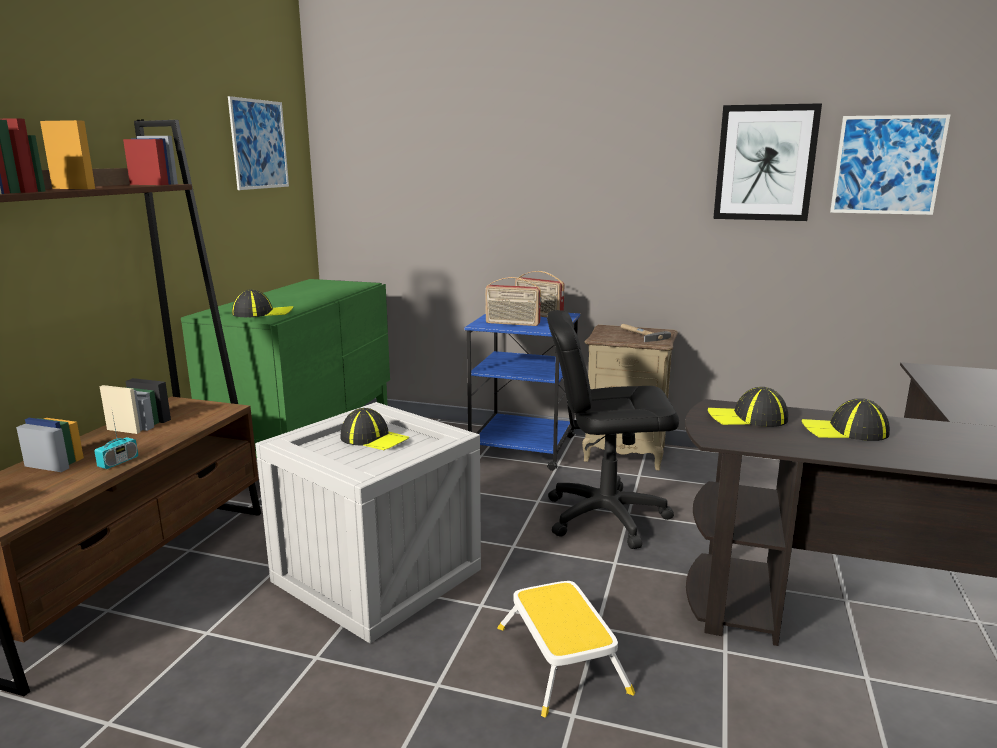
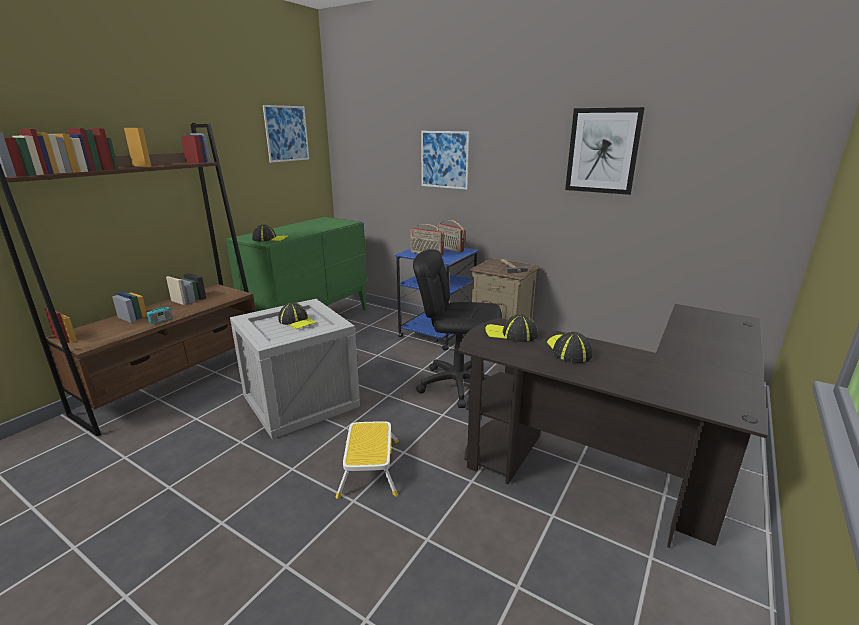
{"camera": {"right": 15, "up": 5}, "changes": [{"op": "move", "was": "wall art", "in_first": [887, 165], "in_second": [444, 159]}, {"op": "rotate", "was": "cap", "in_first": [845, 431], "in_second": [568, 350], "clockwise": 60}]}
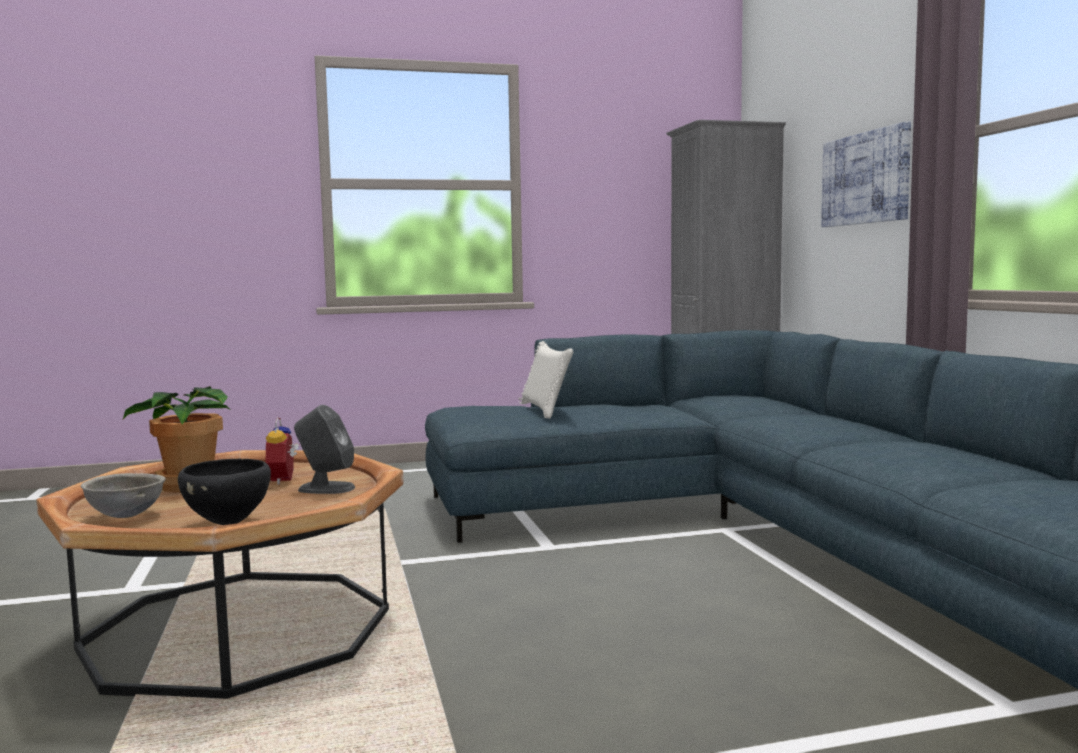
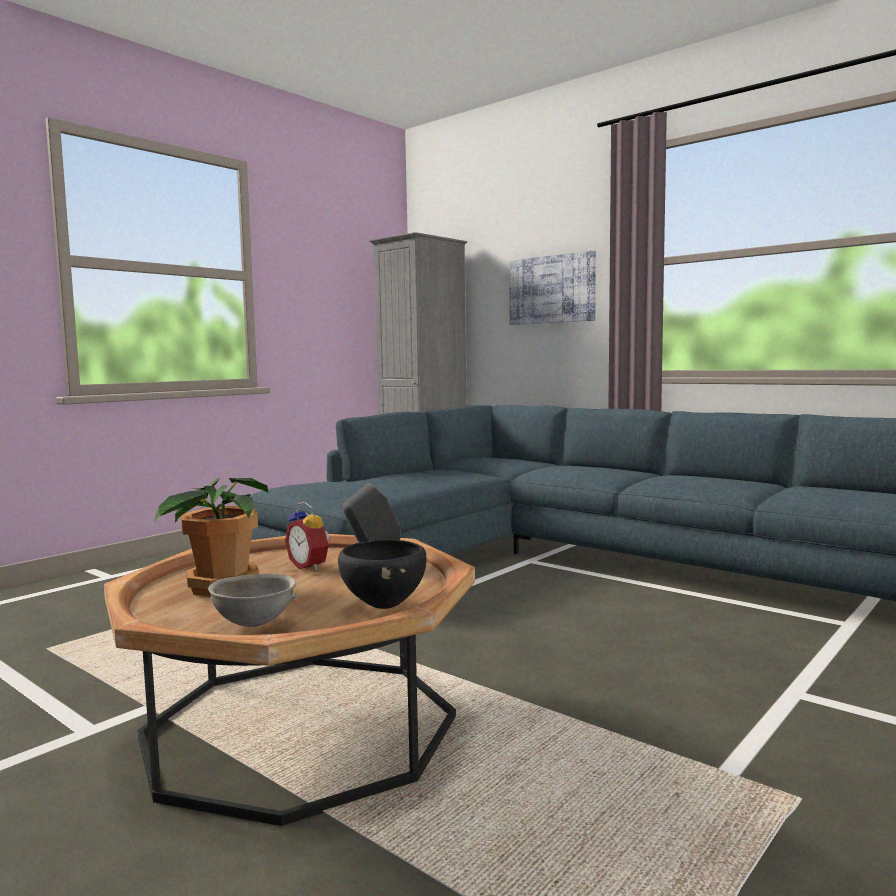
{"camera": {"right": -35, "up": 0}, "changes": [{"op": "delete", "was": "throw pillow in white", "in_first": [545, 410]}]}
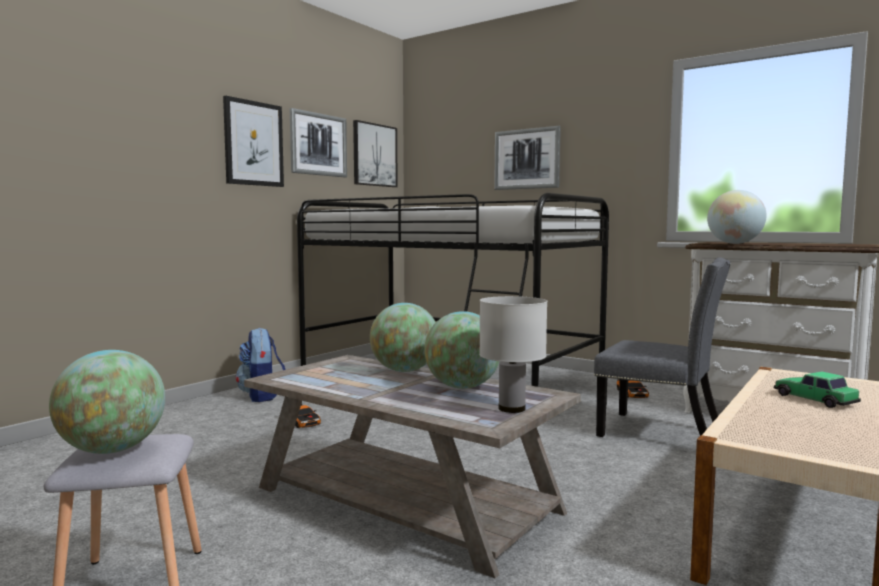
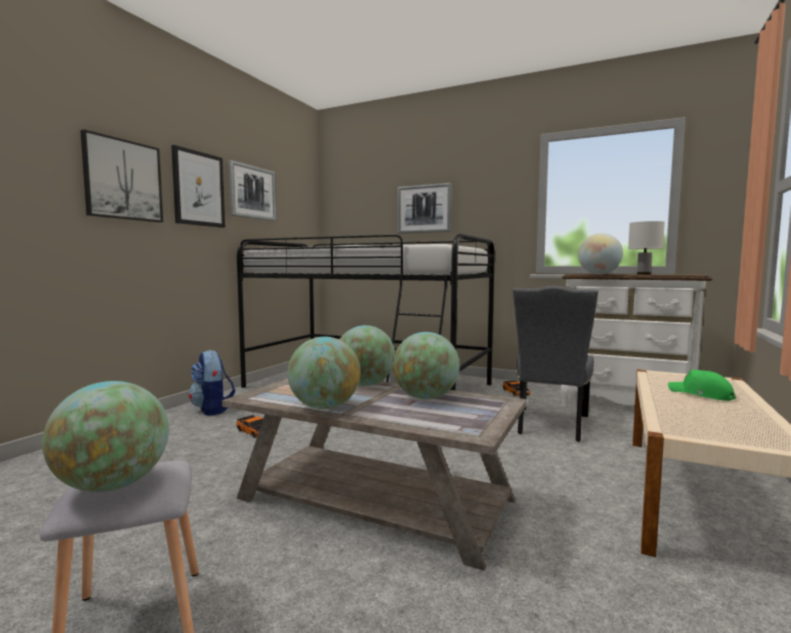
{"camera": {"right": -10, "up": 0}, "changes": [{"op": "move", "was": "wall art", "in_first": [374, 155], "in_second": [123, 180]}, {"op": "rotate", "was": "plain chair in grey", "in_first": [658, 432], "in_second": [550, 423], "clockwise": 90}, {"op": "move", "was": "lamp for a table in white", "in_first": [512, 409], "in_second": [644, 274]}, {"op": "replace", "was": "toy car", "now": "cap in green-coloured", "in_first": [814, 399], "in_second": [700, 394]}, {"op": "insert", "now": "globe", "in_second": [325, 407]}]}
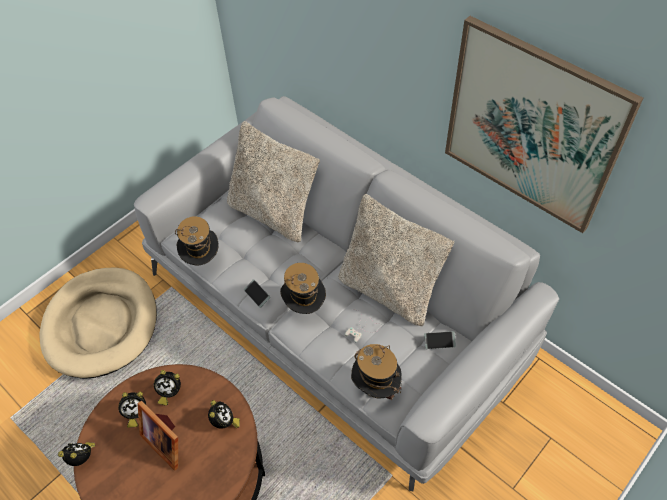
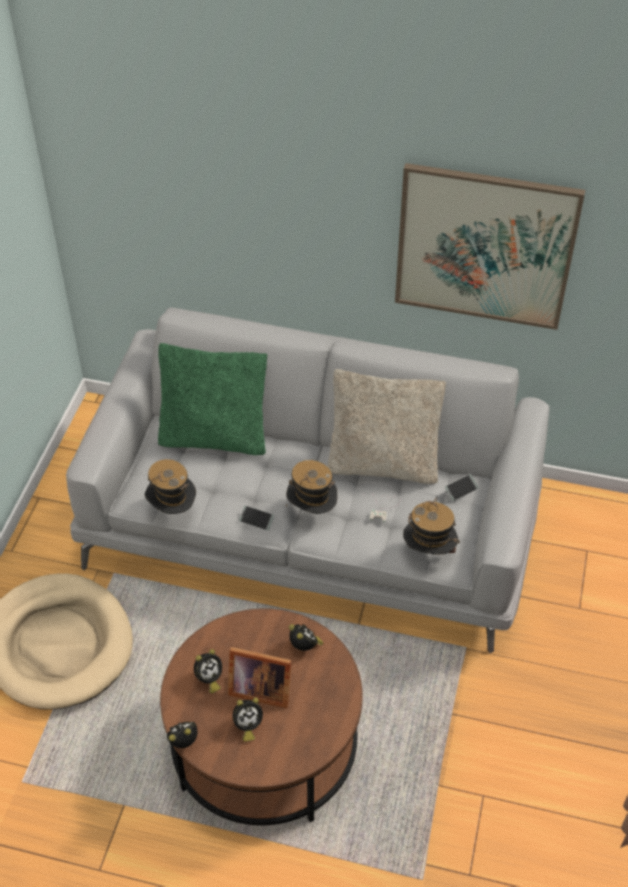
{"camera": {"right": -30, "up": -5}, "changes": [{"op": "recolor", "was": "throw pillow in beige-coloured", "now": "throw pillow in green-coloured", "in_first": [274, 210], "in_second": [215, 434]}, {"op": "move", "was": "bedside clock", "in_first": [169, 392], "in_second": [247, 726]}]}
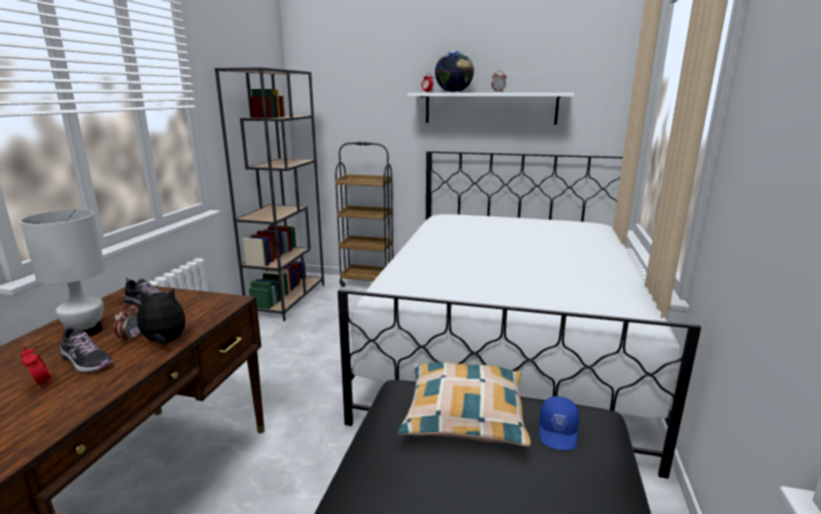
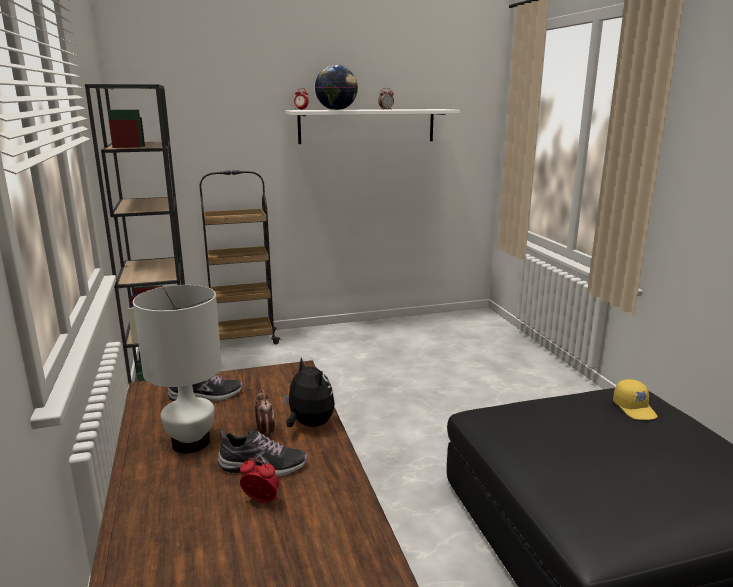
{"camera": {"right": -30, "up": 0}, "changes": [{"op": "delete", "was": "sleeping bed in white", "in_first": [506, 348]}, {"op": "rotate", "was": "cuddly toy", "in_first": [164, 342], "in_second": [309, 424], "clockwise": 90}, {"op": "delete", "was": "throw pillow", "in_first": [464, 414]}, {"op": "recolor", "was": "cap in blue-coloured", "now": "cap in yellow-coloured", "in_first": [558, 432], "in_second": [635, 408]}]}
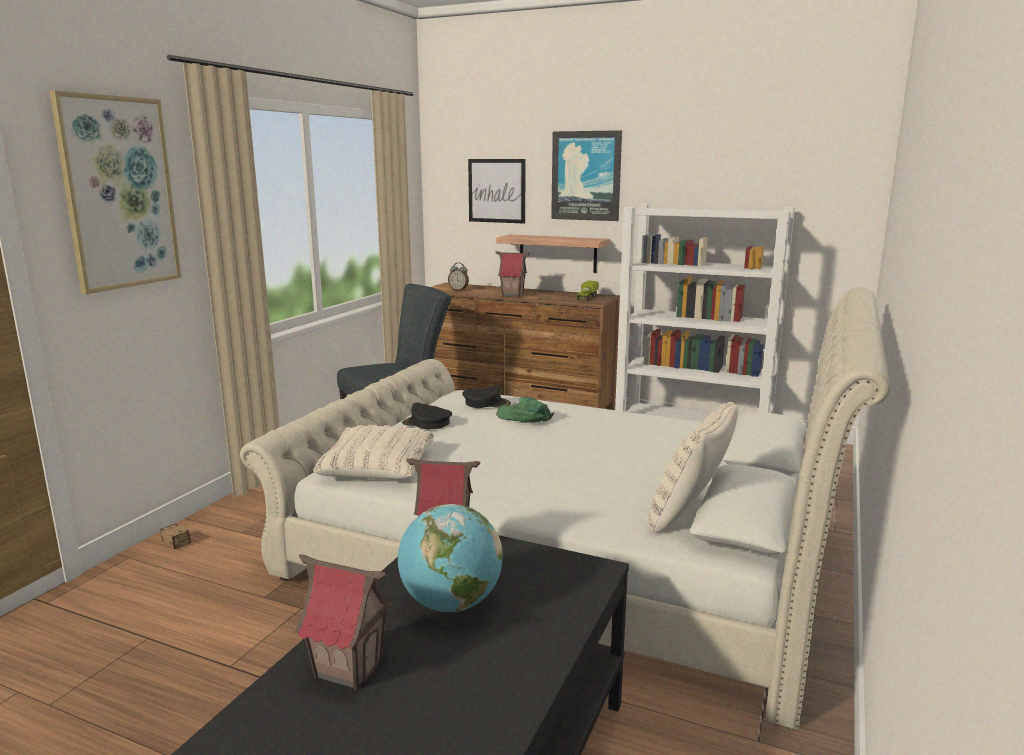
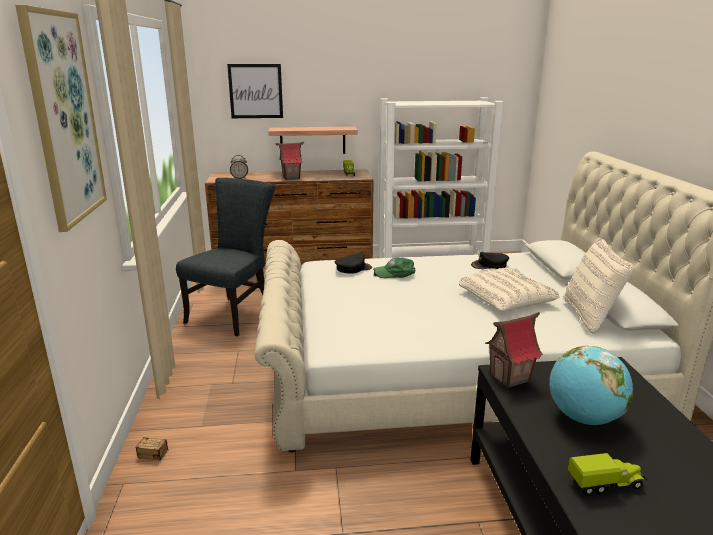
{"camera": {"right": -30, "up": 5}, "changes": [{"op": "delete", "was": "wall art", "in_first": [586, 176]}, {"op": "move", "was": "cap in black", "in_first": [427, 423], "in_second": [489, 265]}, {"op": "move", "was": "throw pillow in beige-coloured", "in_first": [377, 466], "in_second": [506, 299]}, {"op": "replace", "was": "toy house", "now": "toy truck", "in_first": [349, 668], "in_second": [606, 484]}]}
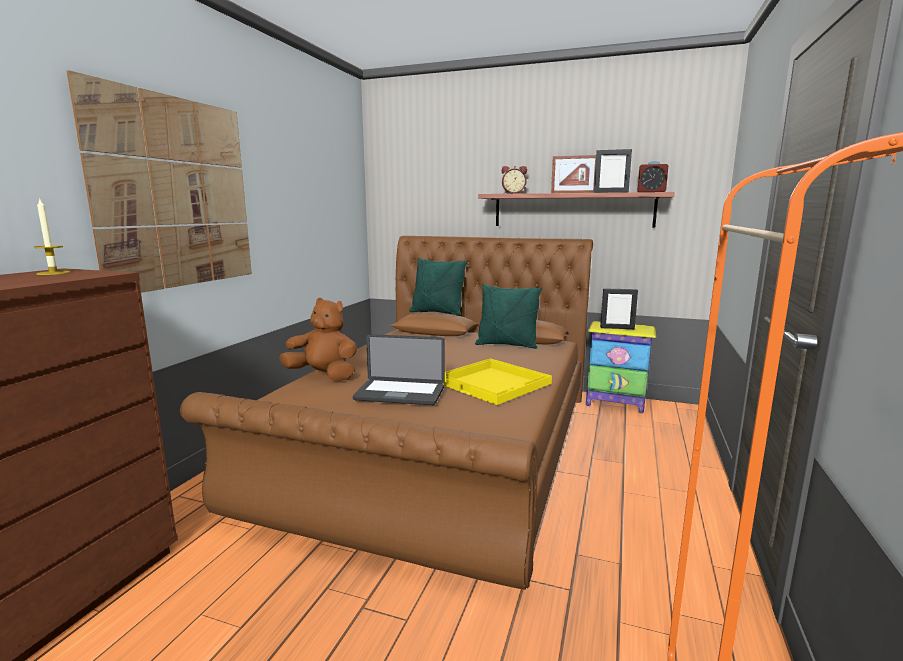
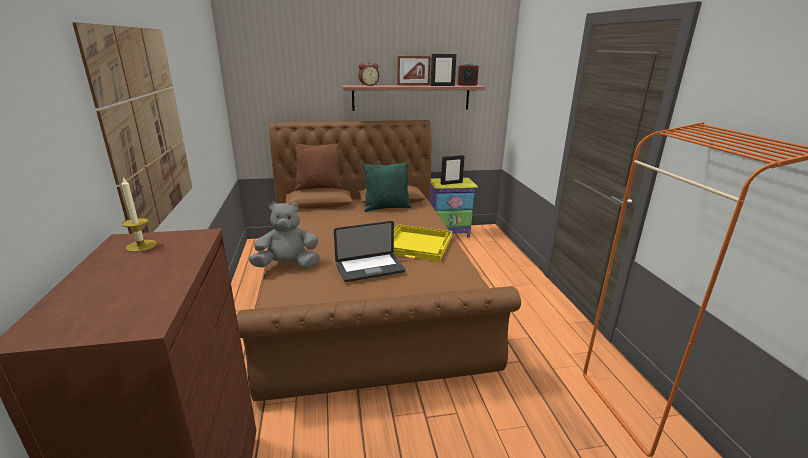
{"camera": {"right": -30, "up": 10}, "changes": [{"op": "recolor", "was": "throw pillow in green-coloured", "now": "throw pillow in brown", "in_first": [437, 312], "in_second": [319, 188]}, {"op": "recolor", "was": "cuddly toy in brown", "now": "cuddly toy in grey", "in_first": [323, 376], "in_second": [288, 266]}]}
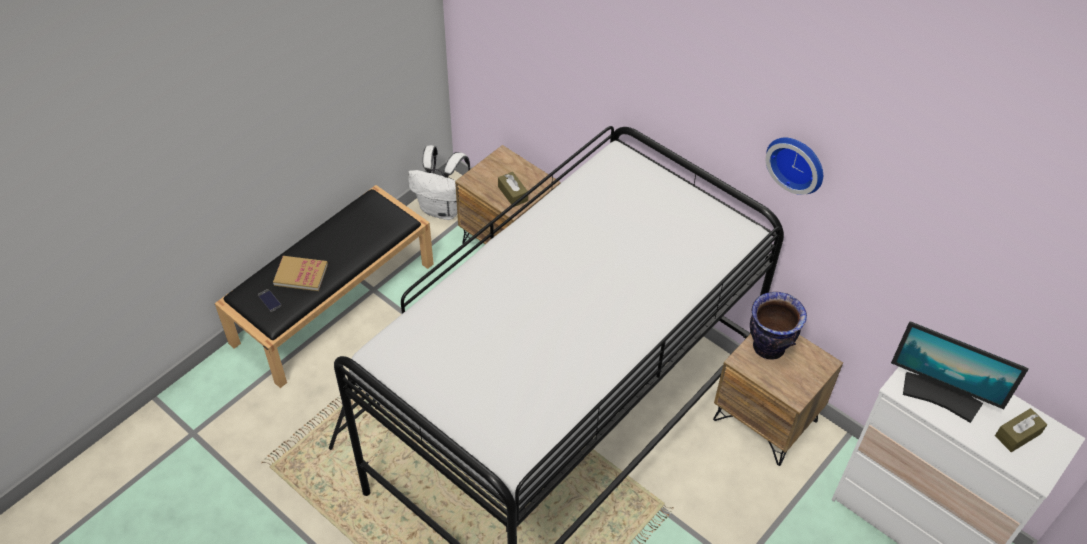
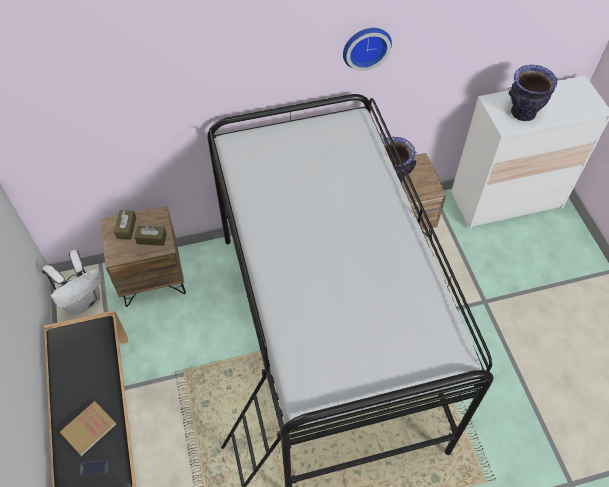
{"camera": {"right": -55, "up": 5}, "changes": [{"op": "replace", "was": "monitor", "now": "decorative vase", "in_first": [941, 395], "in_second": [522, 113]}, {"op": "move", "was": "tissue holder in brown", "in_first": [1017, 435], "in_second": [126, 228]}]}
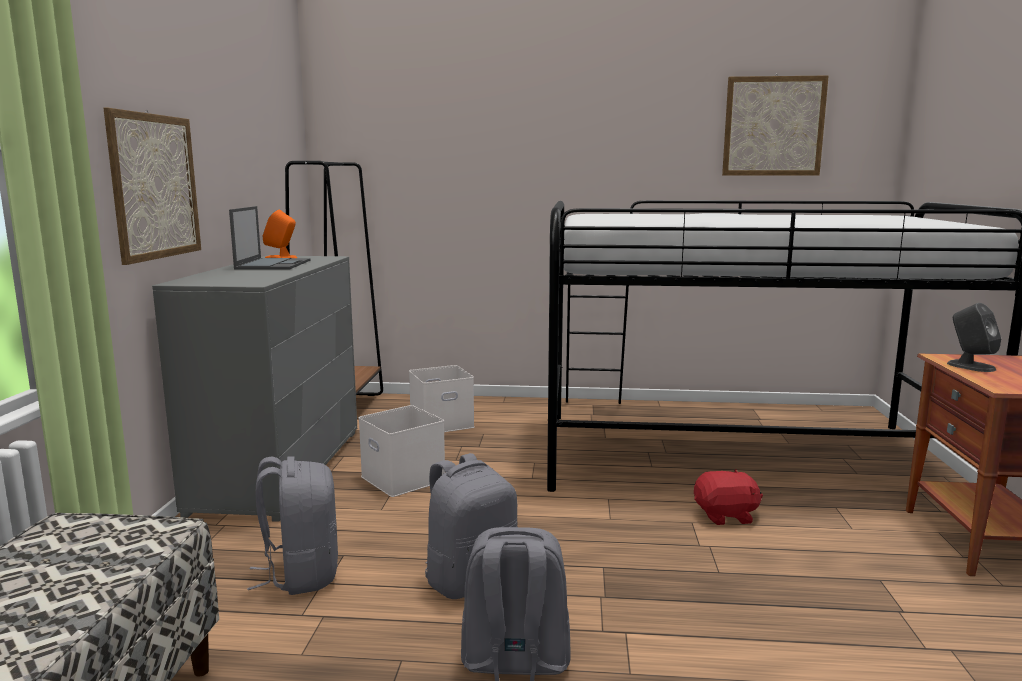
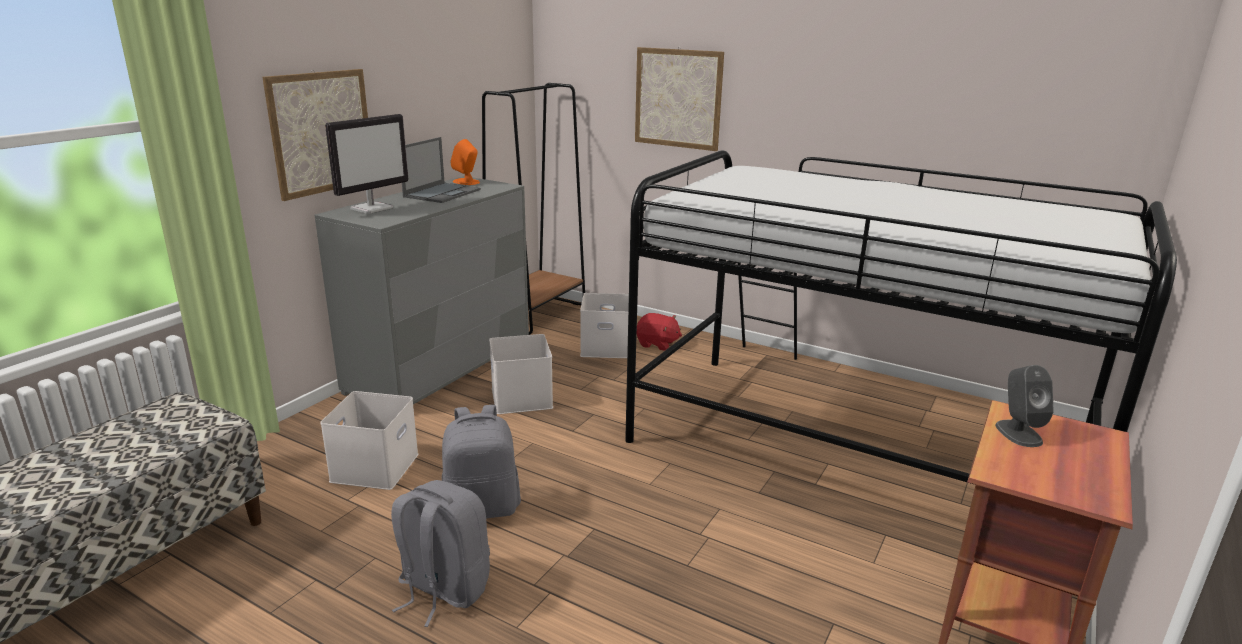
{"camera": {"right": 25, "up": 10}, "changes": [{"op": "move", "was": "wall art", "in_first": [773, 125], "in_second": [678, 97]}, {"op": "replace", "was": "backpack in grey", "now": "storage container in white", "in_first": [301, 575], "in_second": [374, 466]}, {"op": "move", "was": "cuddly toy in red-coloured", "in_first": [725, 516], "in_second": [657, 344]}, {"op": "insert", "now": "monitor", "in_second": [372, 208]}]}
